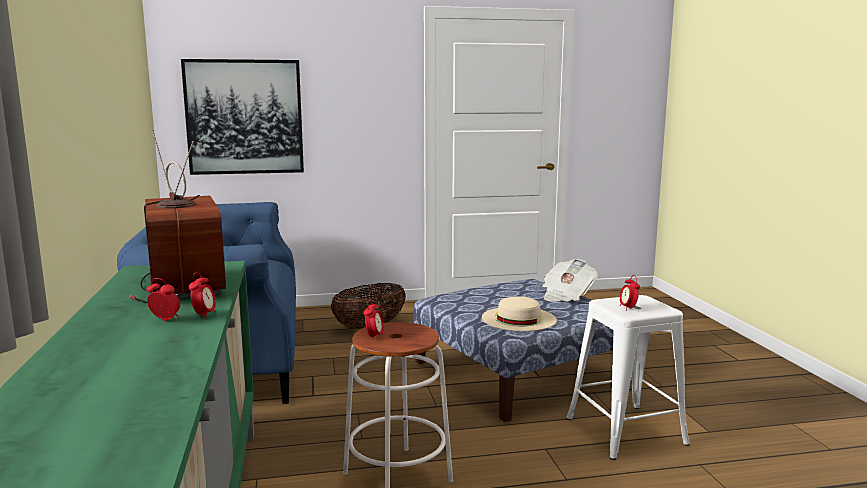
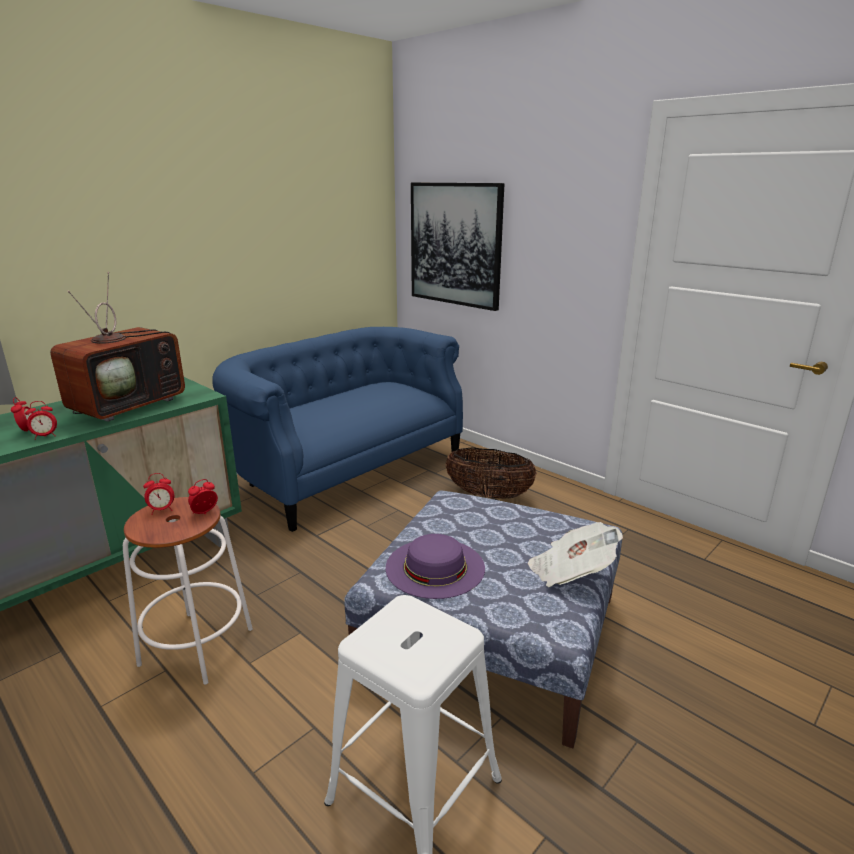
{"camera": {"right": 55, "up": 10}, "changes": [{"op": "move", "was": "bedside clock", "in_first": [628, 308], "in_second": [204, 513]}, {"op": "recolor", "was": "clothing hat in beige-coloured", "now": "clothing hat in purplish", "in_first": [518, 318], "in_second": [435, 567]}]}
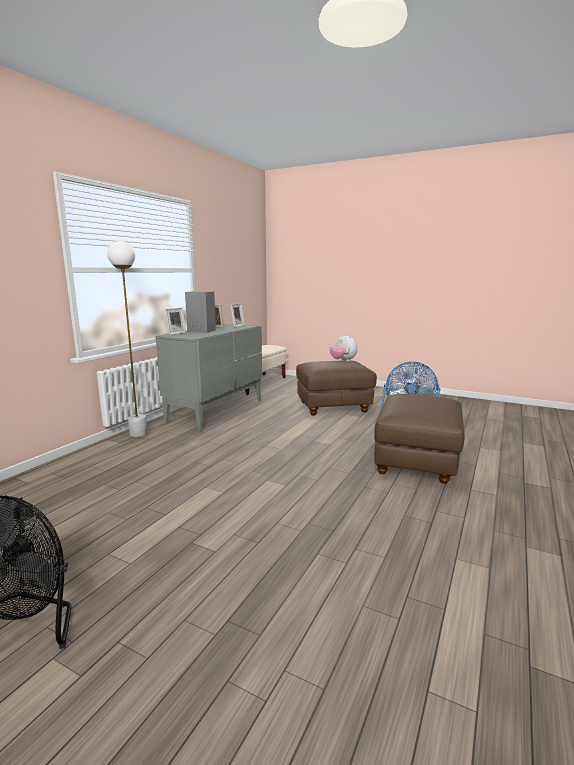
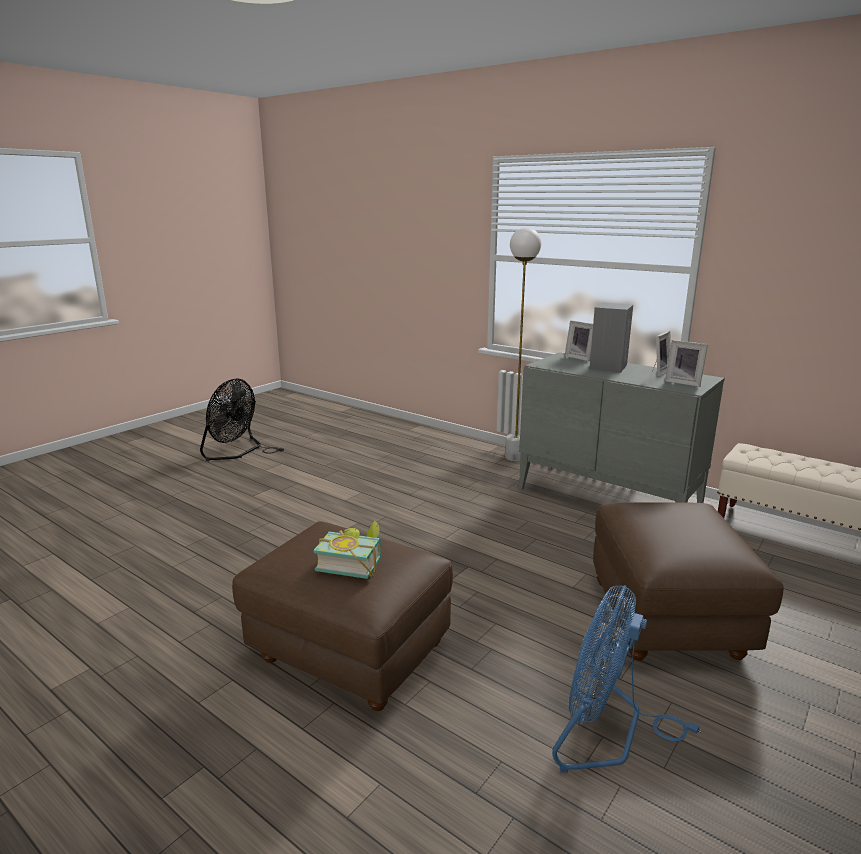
{"camera": {"right": 100, "up": 5}, "changes": [{"op": "delete", "was": "cuddly toy", "in_first": [343, 361]}, {"op": "insert", "now": "bound book", "in_second": [352, 563]}]}
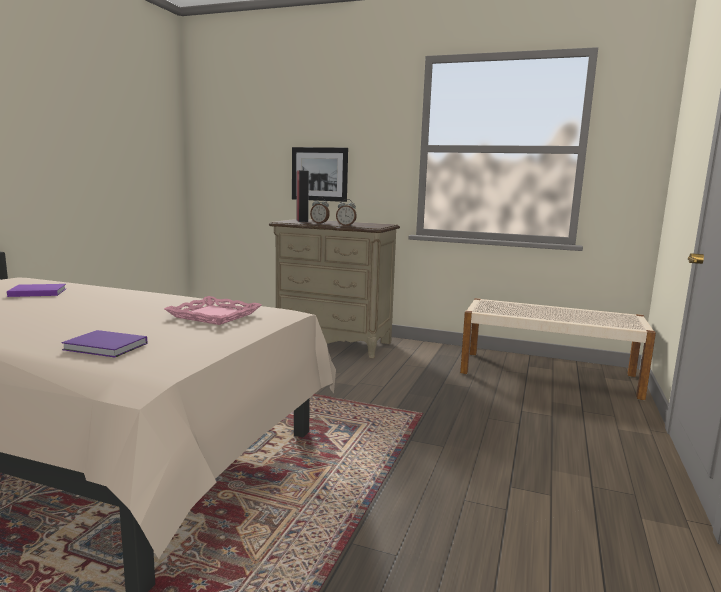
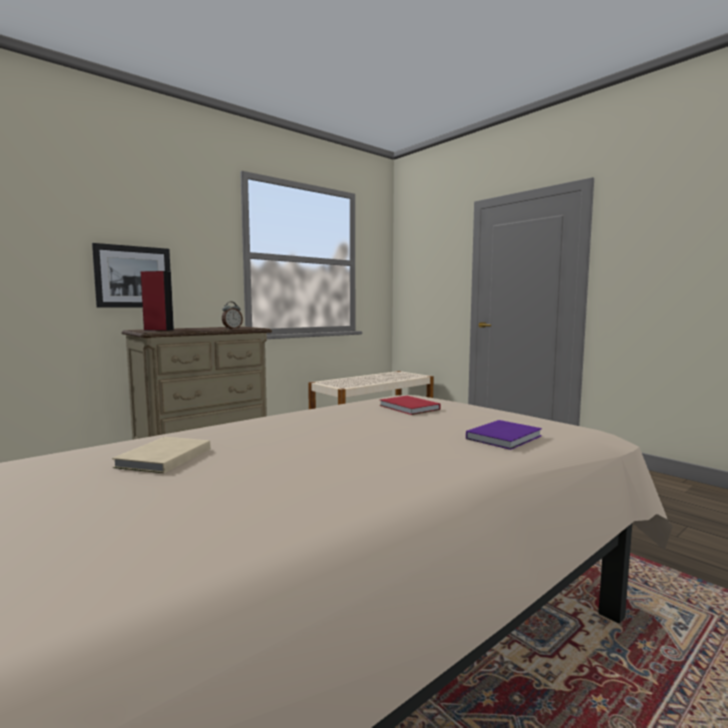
{"camera": {"right": -60, "up": -5}, "changes": [{"op": "delete", "was": "bedside clock", "in_first": [320, 223]}, {"op": "recolor", "was": "bound book in purplish", "now": "bound book in beige-coloured", "in_first": [36, 292], "in_second": [162, 458]}, {"op": "replace", "was": "serving tray in pinkish", "now": "bound book in red-coloured", "in_first": [213, 315], "in_second": [409, 408]}]}
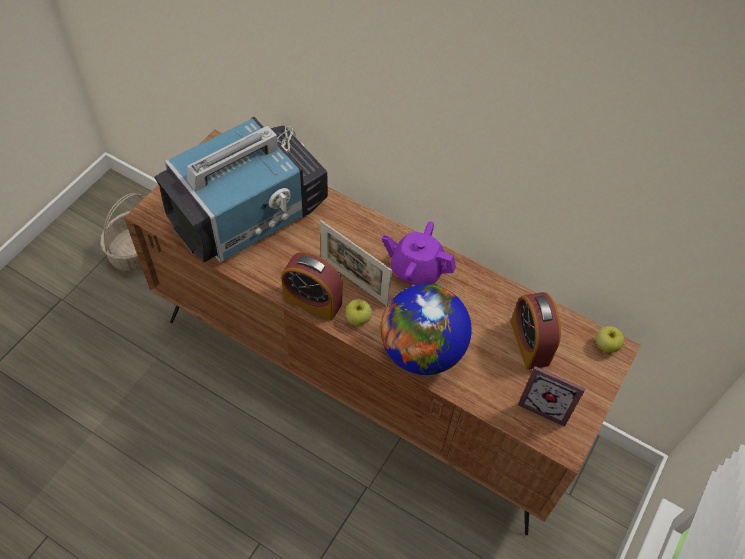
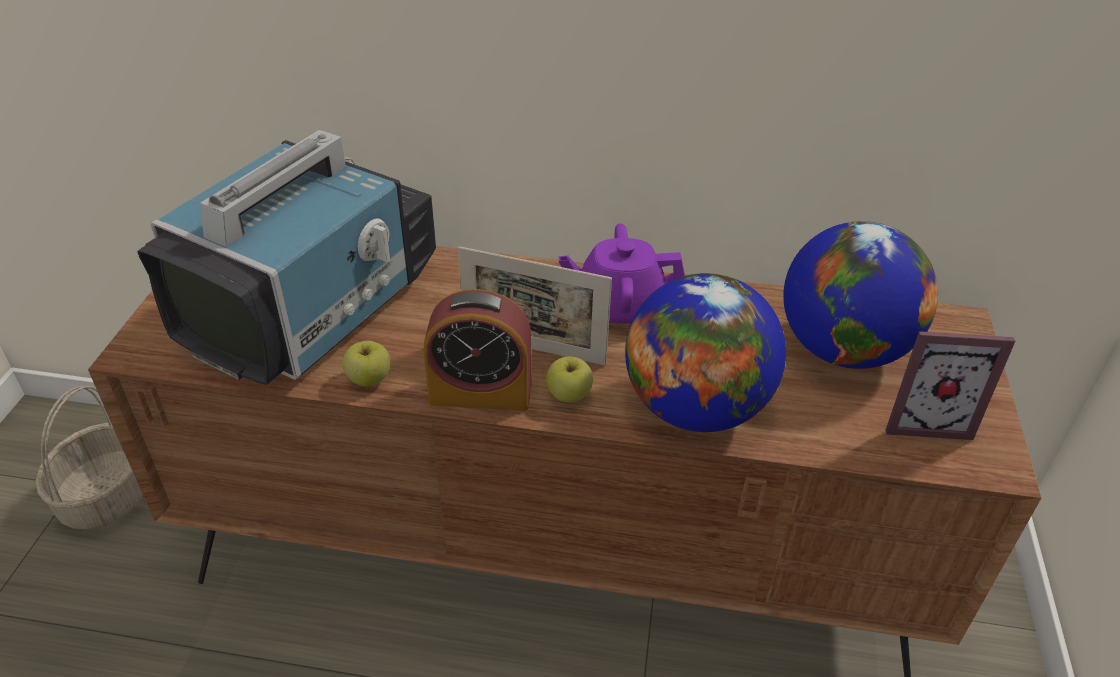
{"camera": {"right": -20, "up": -15}, "changes": [{"op": "replace", "was": "bedside clock", "now": "globe", "in_first": [529, 342], "in_second": [842, 349]}, {"op": "move", "was": "apple fruit", "in_first": [606, 345], "in_second": [369, 378]}]}
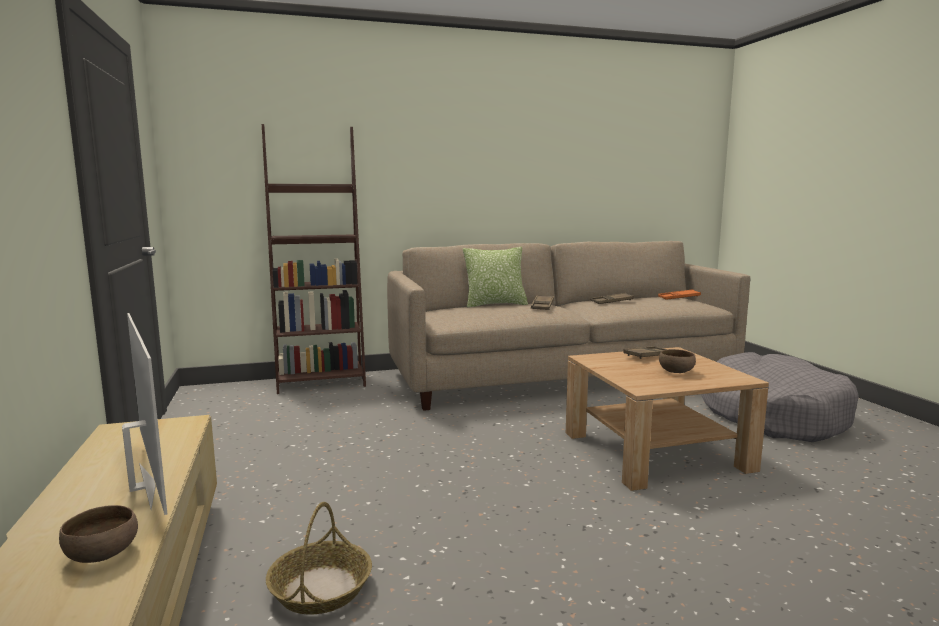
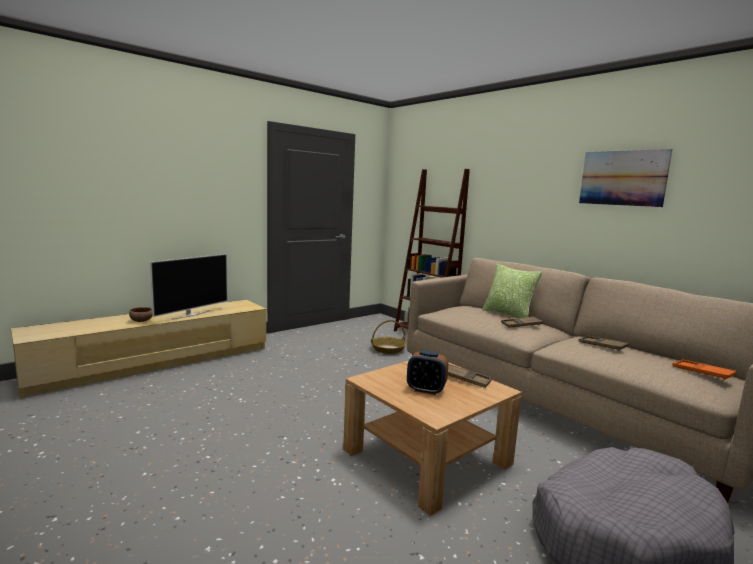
{"camera": {"right": 65, "up": 0}, "changes": [{"op": "replace", "was": "deep dish in brown", "now": "bedside clock", "in_first": [676, 371], "in_second": [426, 390]}, {"op": "move", "was": "storage basket", "in_first": [320, 588], "in_second": [388, 349]}, {"op": "insert", "now": "wall art", "in_second": [622, 178]}]}
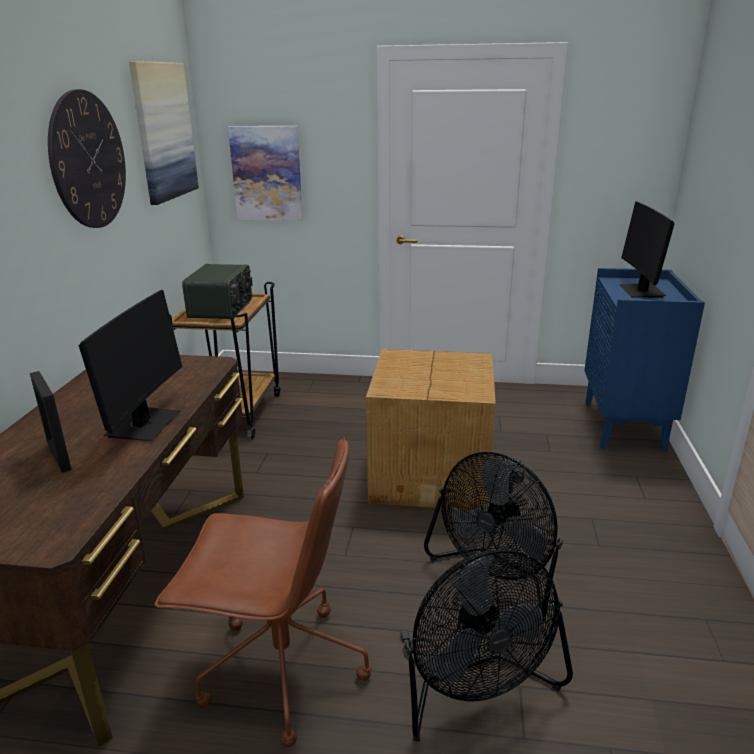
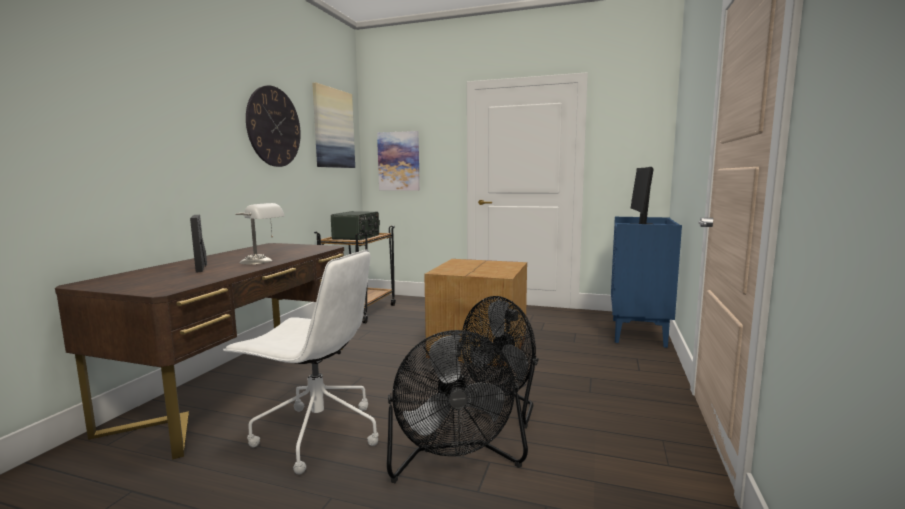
{"camera": {"right": 10, "up": -15}, "changes": [{"op": "replace", "was": "monitor", "now": "lamp for a table in white", "in_first": [143, 425], "in_second": [262, 261]}, {"op": "recolor", "was": "desk chair in brown", "now": "desk chair in white", "in_first": [276, 669], "in_second": [313, 434]}]}
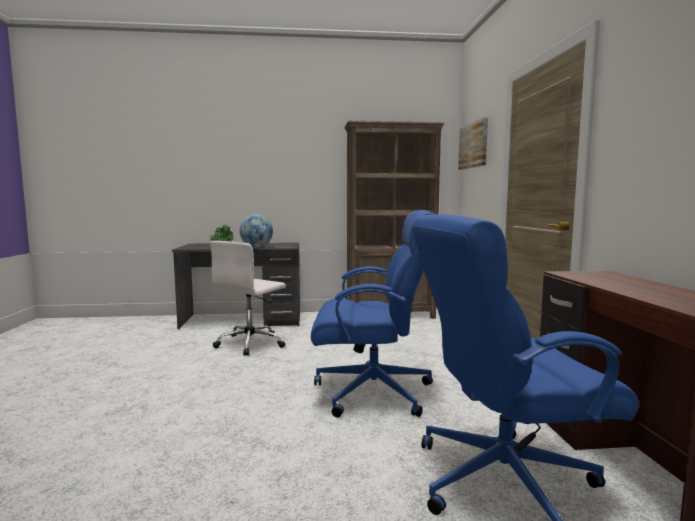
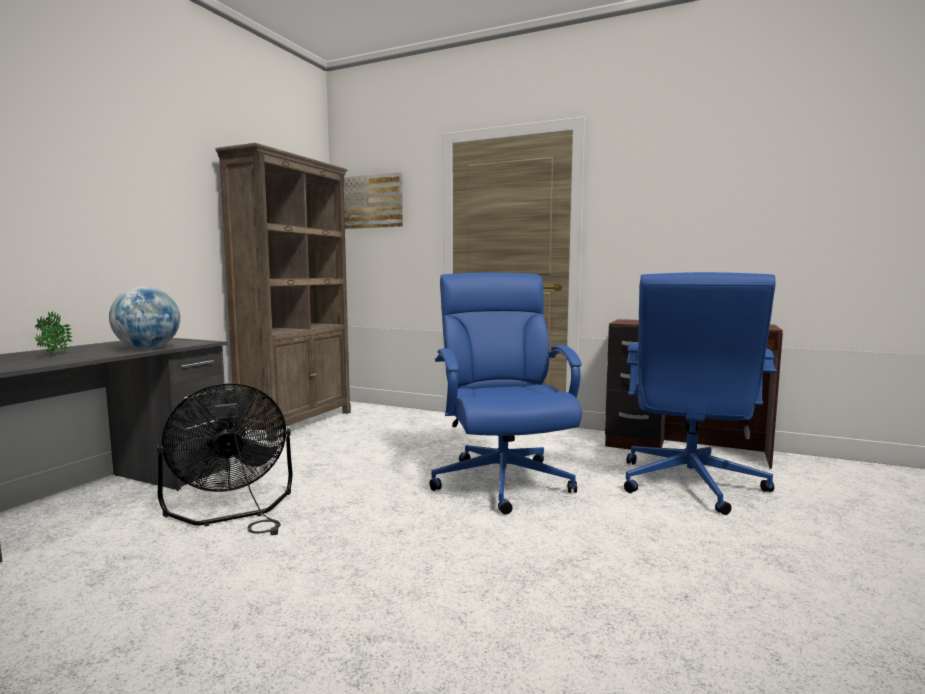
{"camera": {"right": -60, "up": 0}, "changes": [{"op": "rotate", "was": "desk chair in blue-coloured", "in_first": [372, 392], "in_second": [502, 483], "clockwise": -45}, {"op": "replace", "was": "desk chair in white", "now": "cooling fan in black", "in_first": [251, 344], "in_second": [237, 512]}]}
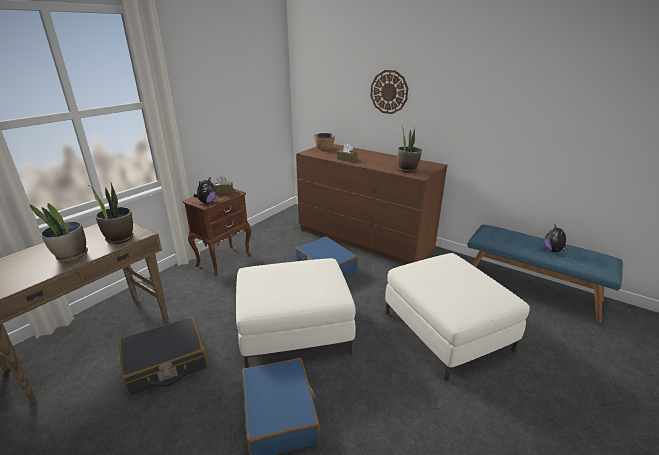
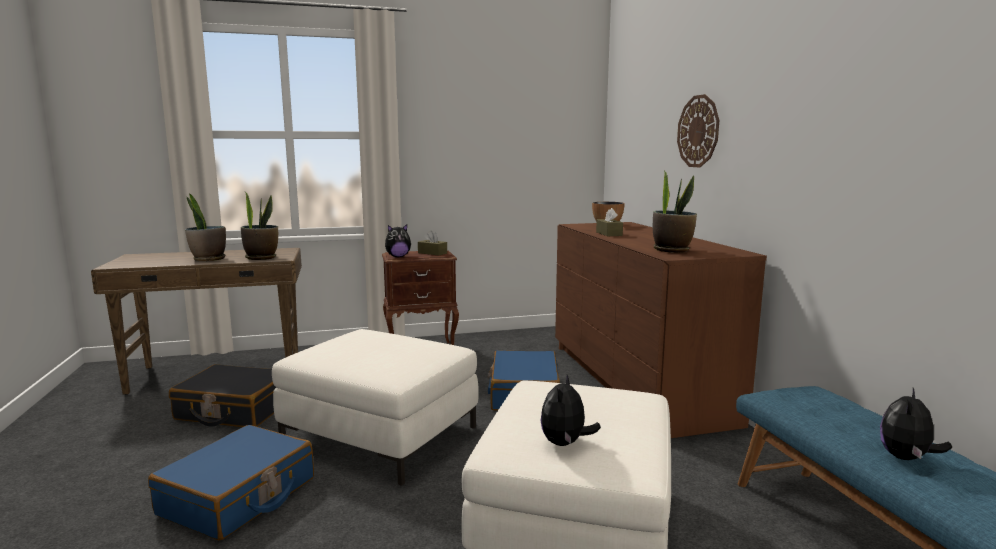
{"camera": {"right": 40, "up": -15}, "changes": [{"op": "insert", "now": "cuddly toy", "in_second": [565, 443]}]}
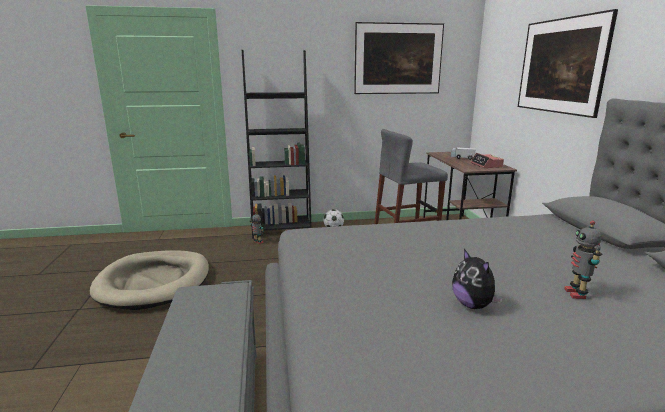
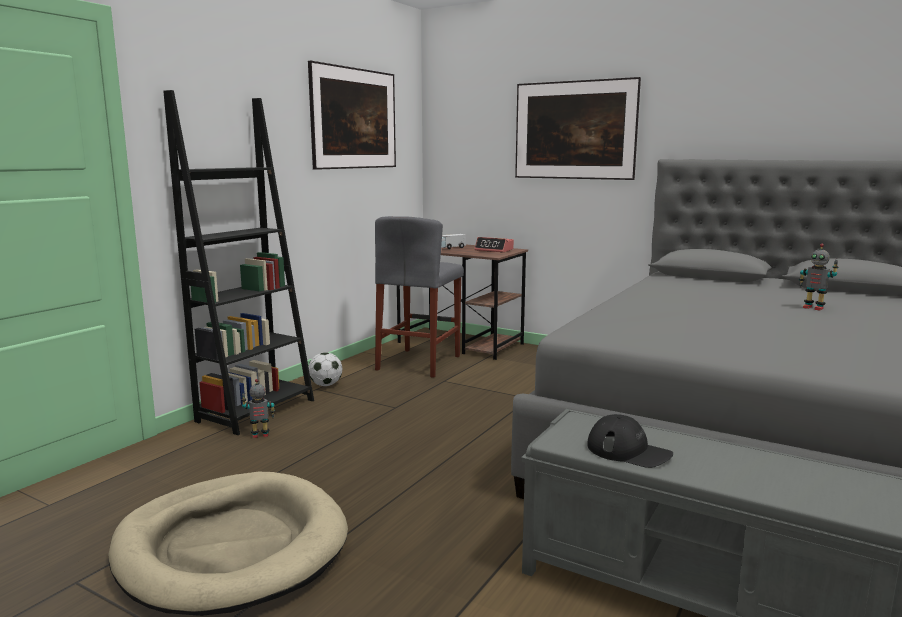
{"camera": {"right": -50, "up": -5}, "changes": [{"op": "delete", "was": "cuddly toy", "in_first": [473, 305]}, {"op": "insert", "now": "cap in black", "in_second": [629, 451]}]}
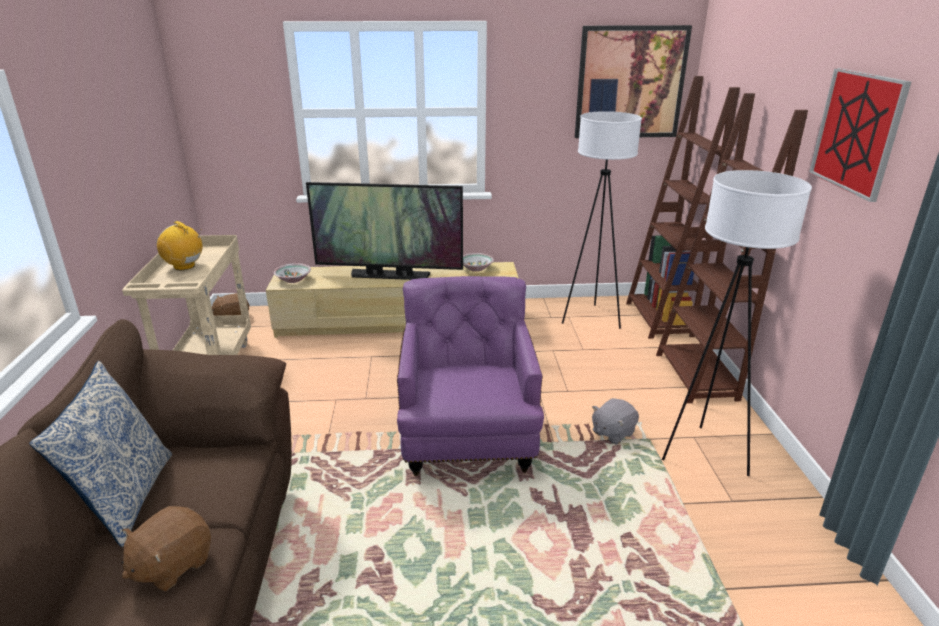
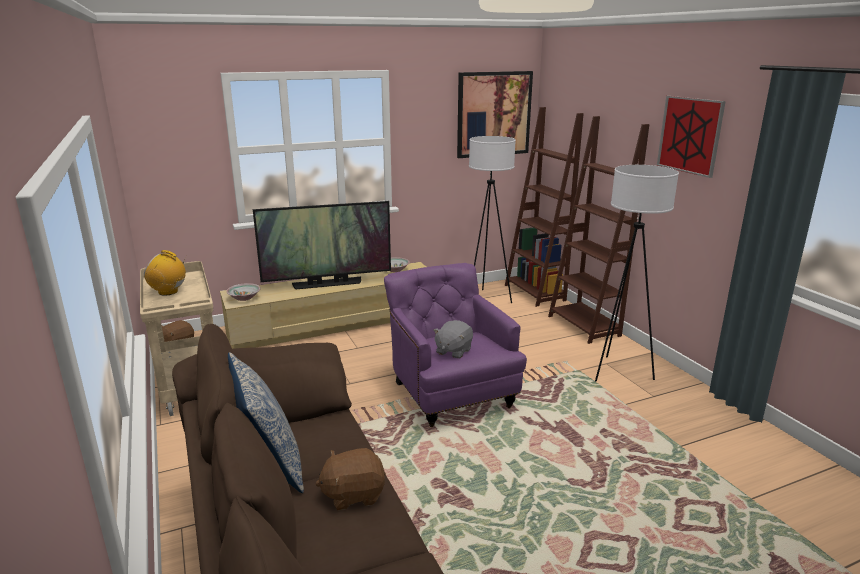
{"camera": {"right": -20, "up": -5}, "changes": [{"op": "move", "was": "cuddly toy in grey", "in_first": [612, 432], "in_second": [453, 351]}, {"op": "rotate", "was": "cuddly toy in brown", "in_first": [172, 565], "in_second": [353, 494], "clockwise": 60}]}
